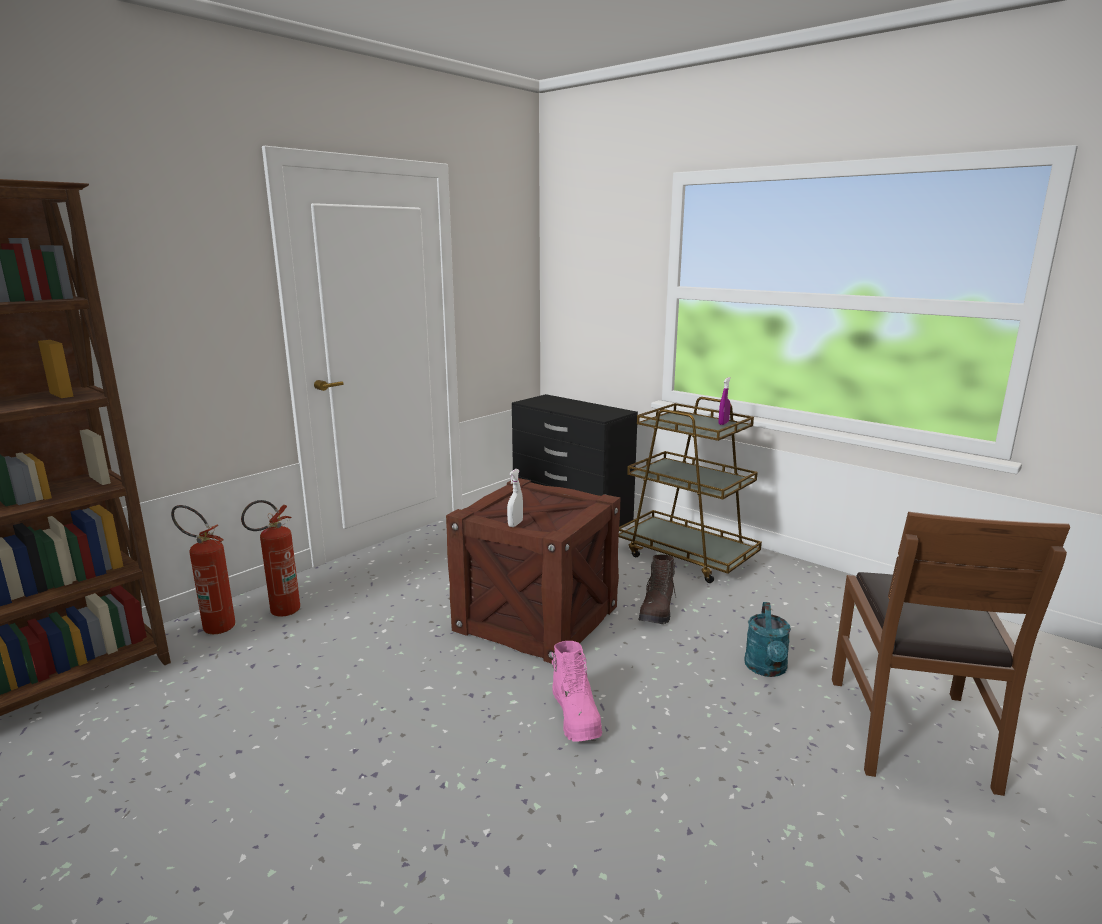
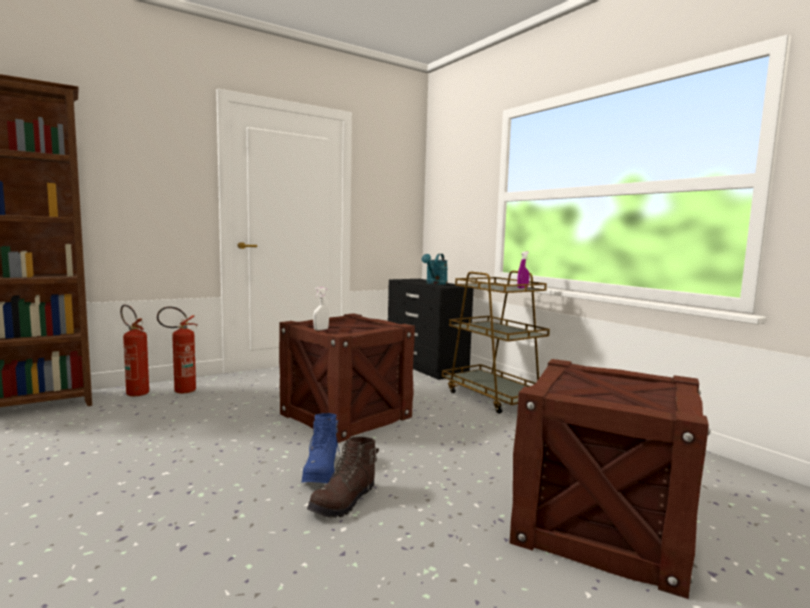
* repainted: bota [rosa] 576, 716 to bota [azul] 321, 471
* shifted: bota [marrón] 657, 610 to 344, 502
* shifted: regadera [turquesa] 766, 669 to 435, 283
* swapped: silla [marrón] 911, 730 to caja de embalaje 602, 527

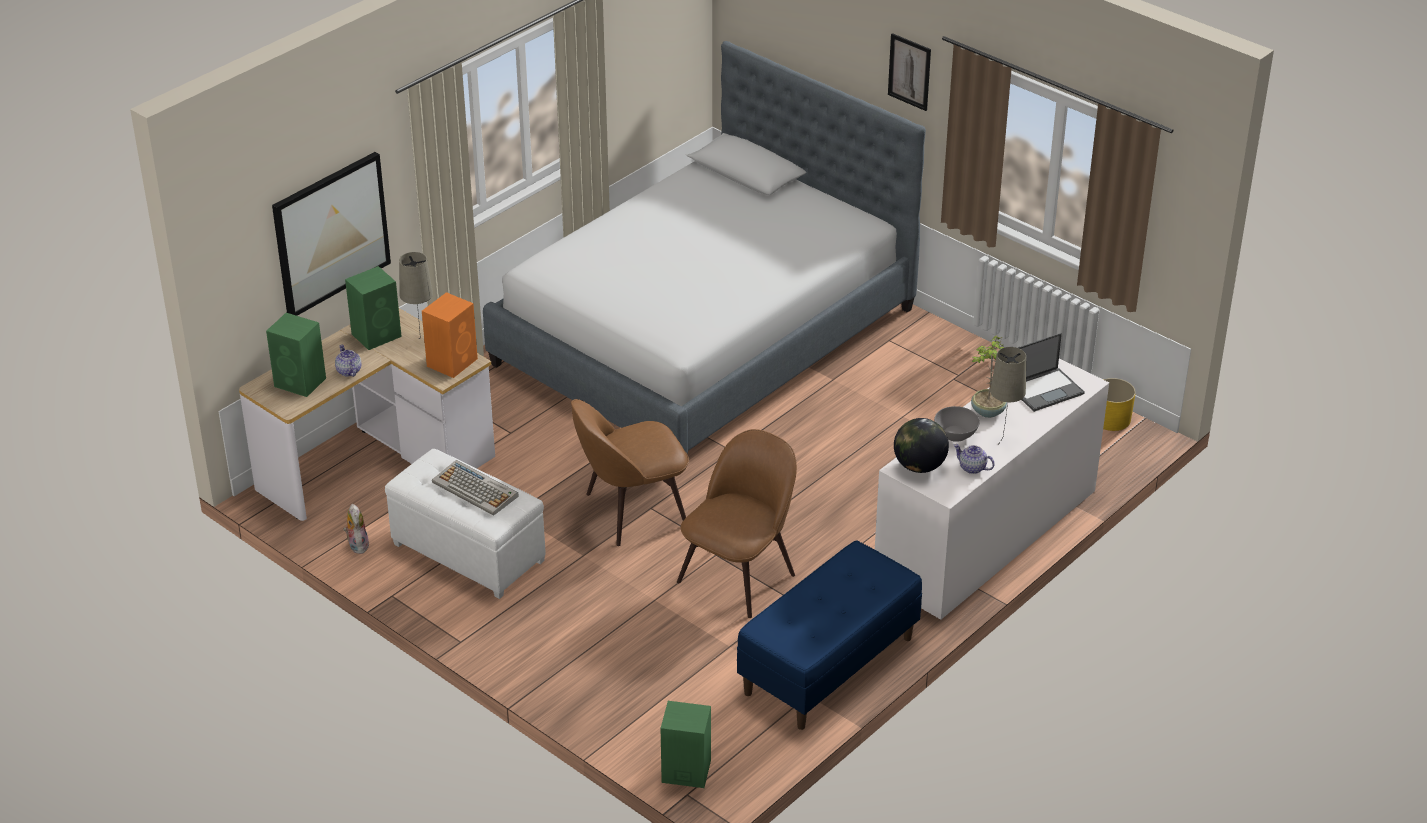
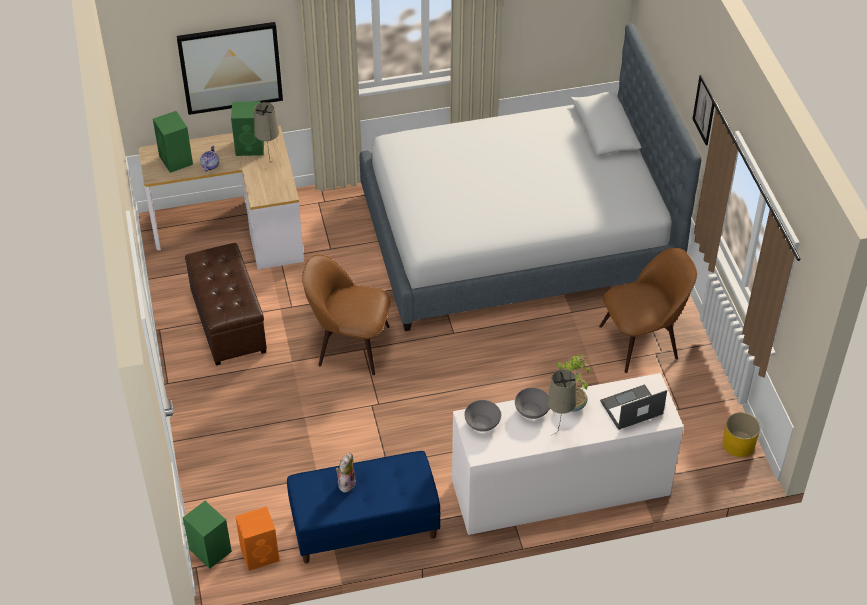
* repainted: puf [blanco] 469, 552 to puf [marrón] 229, 322
* shifted: altavoz [naranja] 453, 362 to 261, 554
* shifted: peluche 357, 545 to 346, 482
* swapped: globo terráqueo 919, 466 to cuenco [gris] 482, 423
* shifted: silla [marrón] 739, 575 to 642, 341
* rotated: portátil 1045, 389 = 631, 408 150 degrees clockwise
* gone: teclado 476, 489
* gone: tetera 972, 468

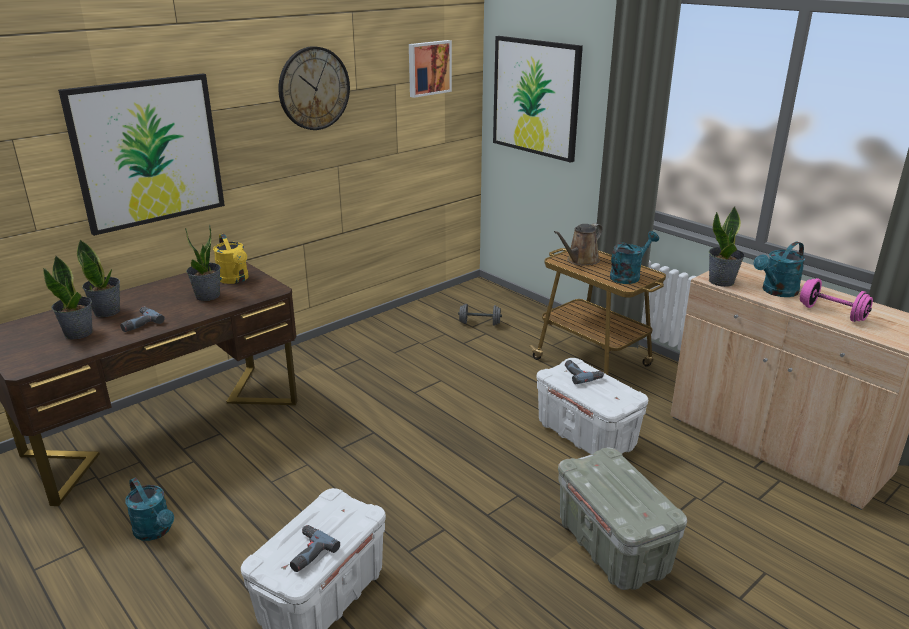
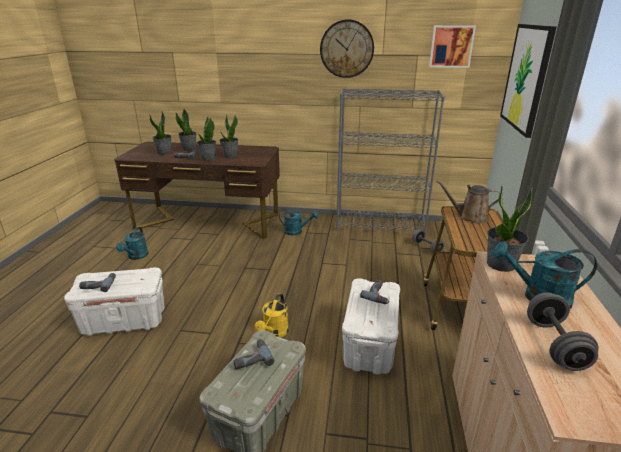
* new: planta en maceta 208, 159
* new: taladro 251, 358
* shifted: regadera [amarillo] 235, 279 to 274, 333
* shifted: regadera [turquesa] 628, 276 to 296, 231
* new: estantería [gris] 380, 225
* repainted: mancuerna [rosa] 832, 313 to mancuerna [gris] 554, 345
* gone: cuadro 147, 152

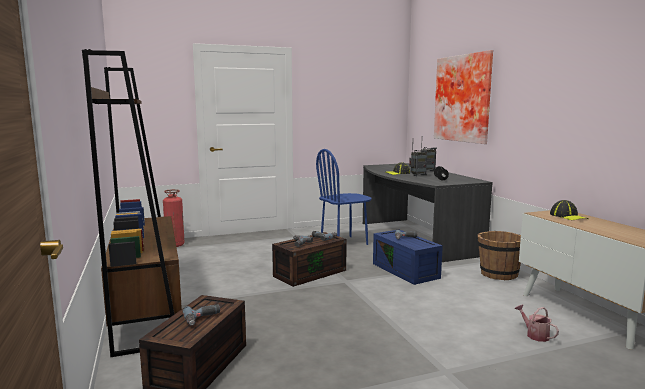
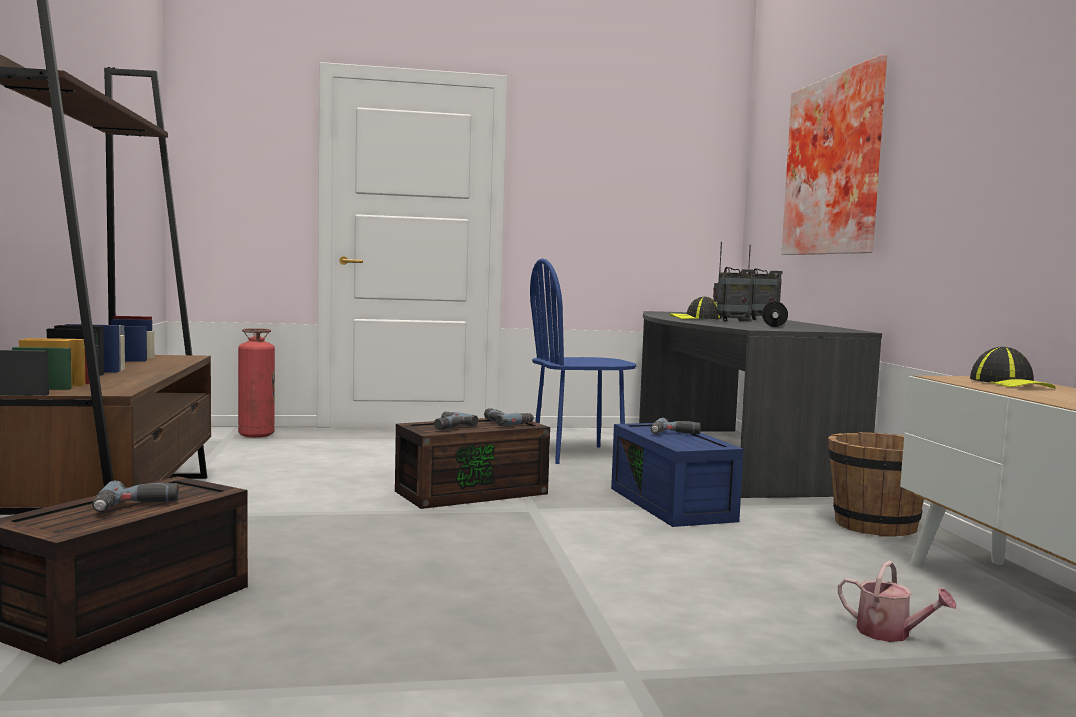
* rotated: regadera 535, 335 = 890, 634 150 degrees clockwise

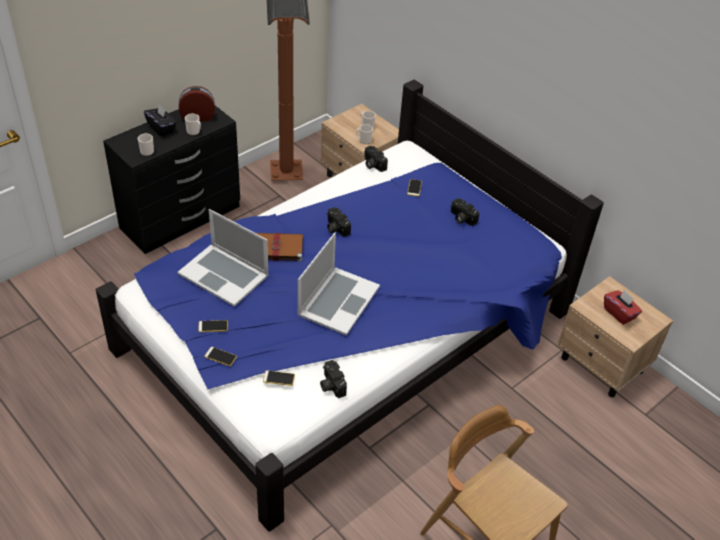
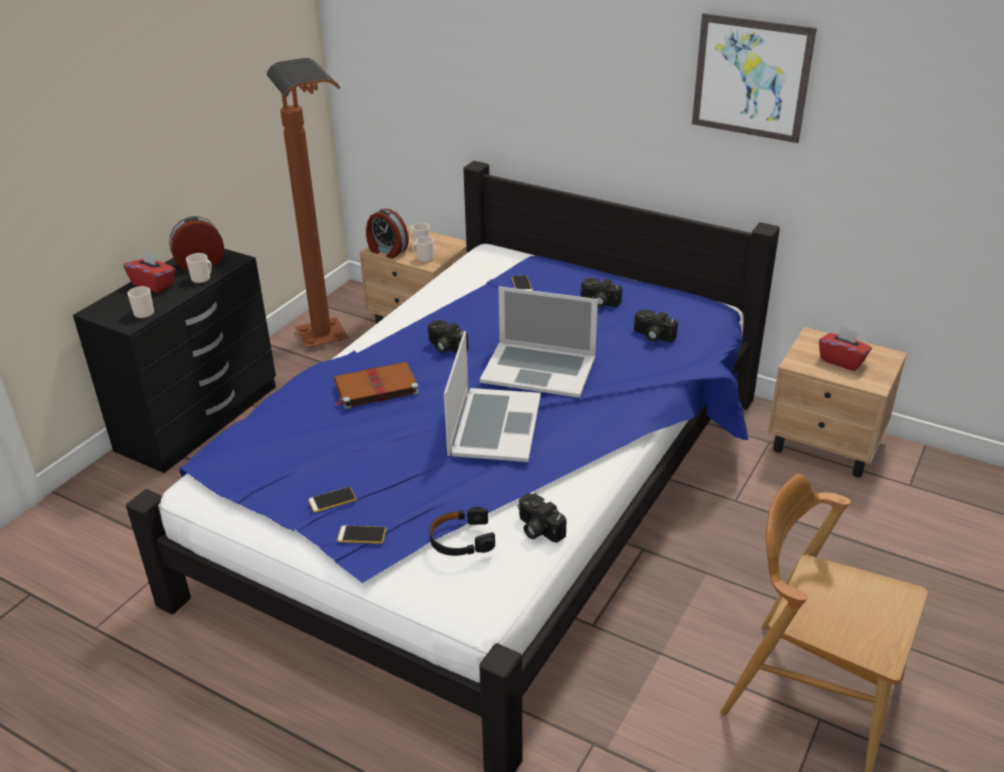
* repainted: caja de pañuelos [negro] 161, 128 to caja de pañuelos [rojo] 153, 284
* new: despertador 387, 251
* swapped: móvil 279, 378 to auriculares [negro] 461, 539
* shifted: portátil 224, 274 to 539, 369
* shifted: cámara 372, 164 to 652, 336
* new: cuadro 751, 78

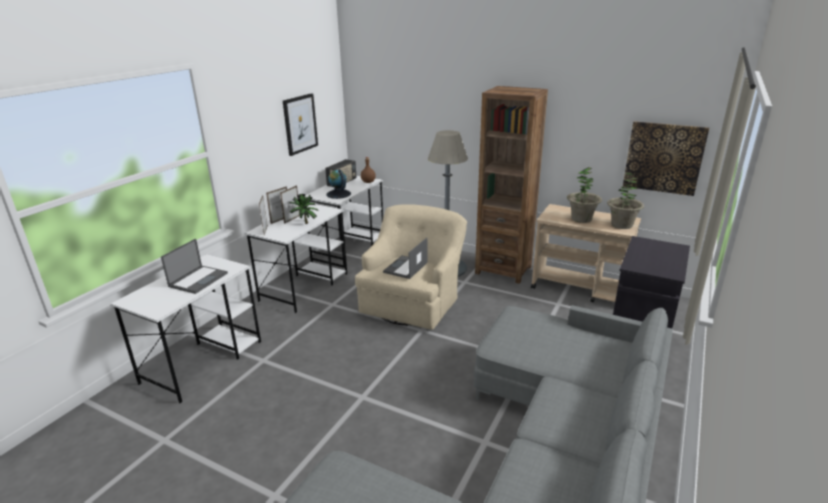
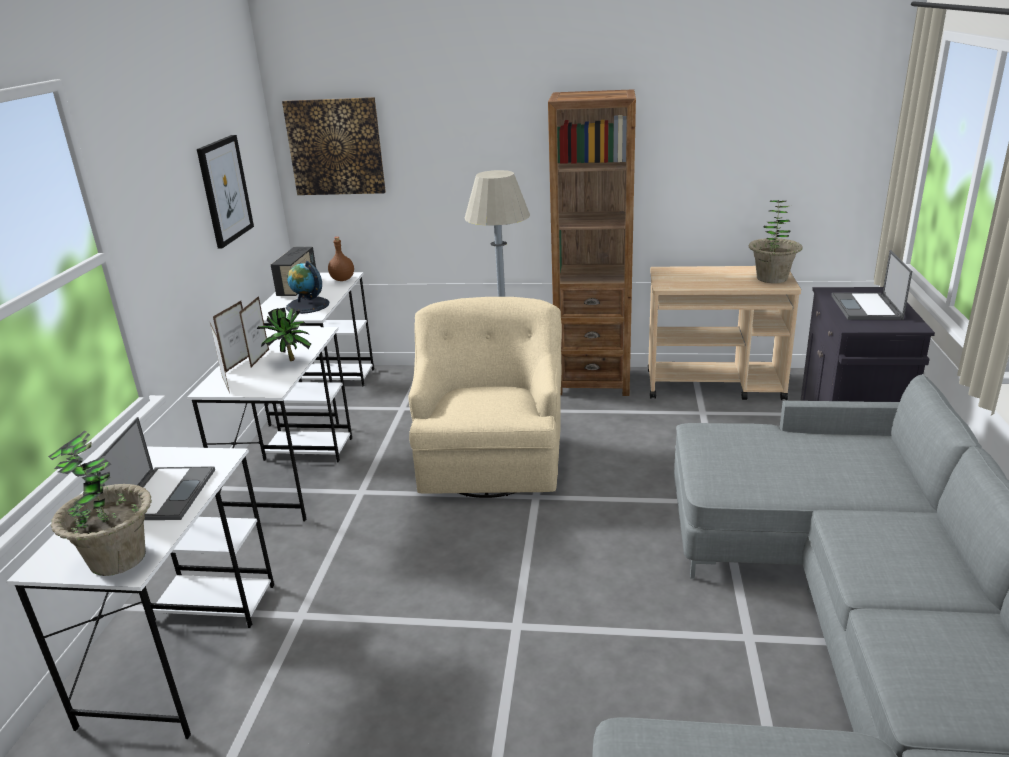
* shifted: planta en maceta 581, 219 to 117, 558
* shifted: cuadro 663, 158 to 335, 147
* shifted: portátil 405, 268 to 866, 307

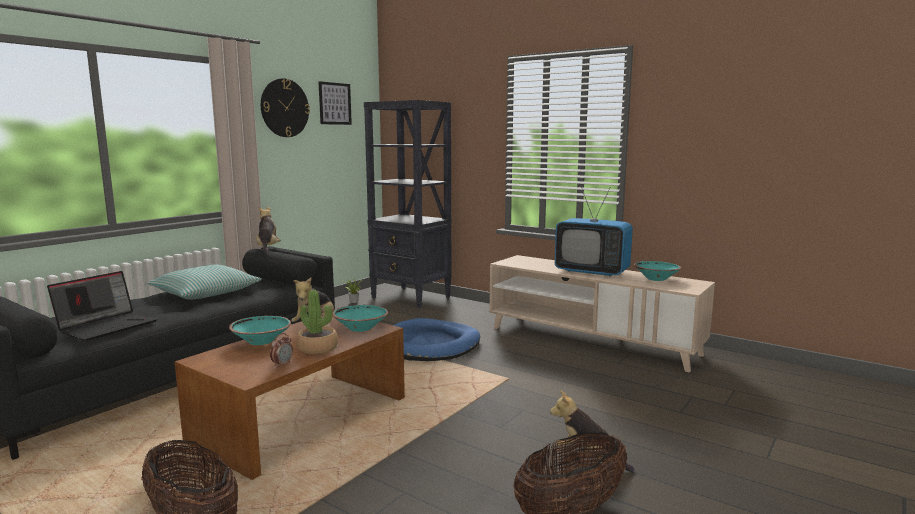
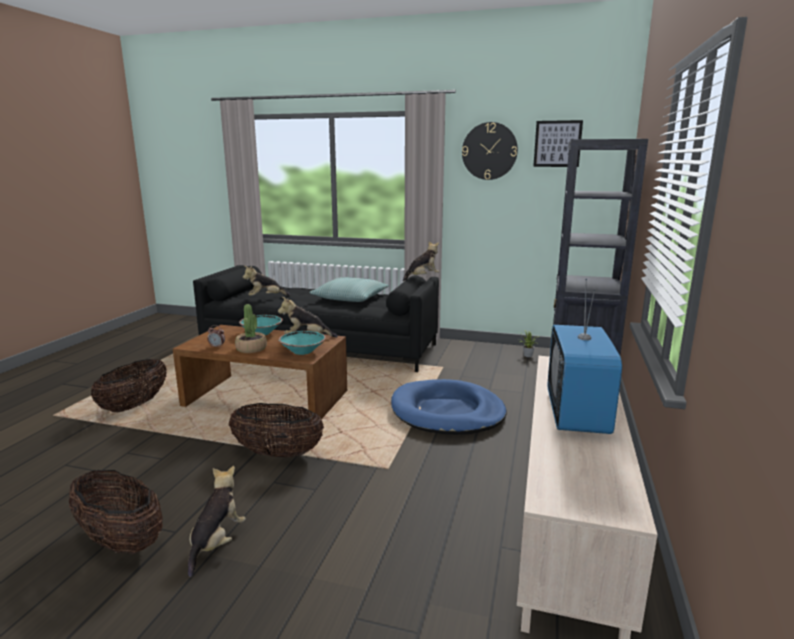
* new: cesta 278, 453
* swapped: portátil 107, 326 to peluche 266, 297
* gone: cuenco [turquesa] 656, 279

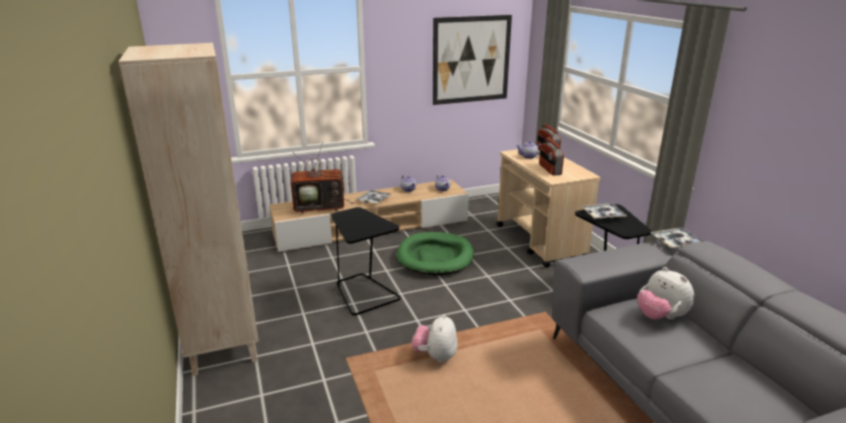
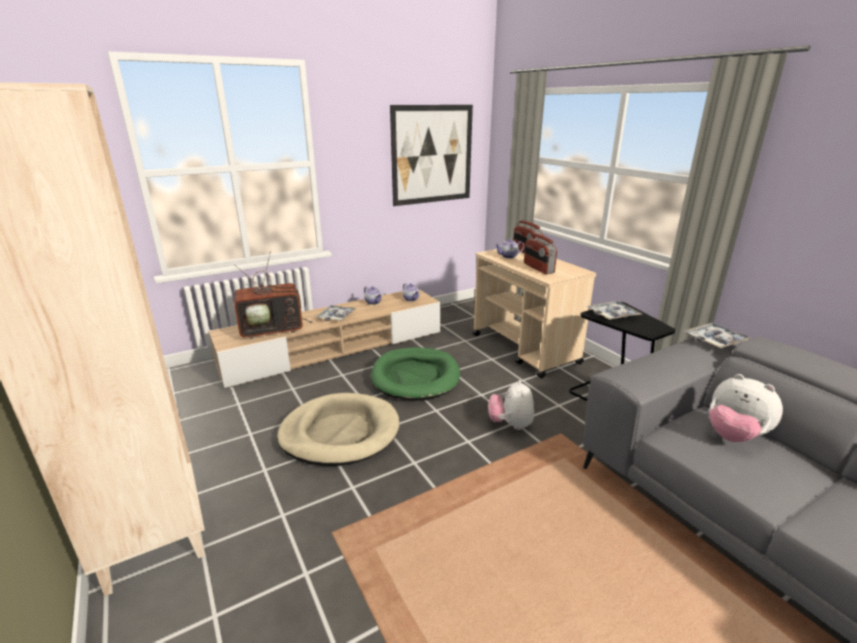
* swapped: mesa auxiliar [negro] 364, 293 to cama para perro [beis] 340, 433
* shifted: peluche 435, 356 to 510, 424

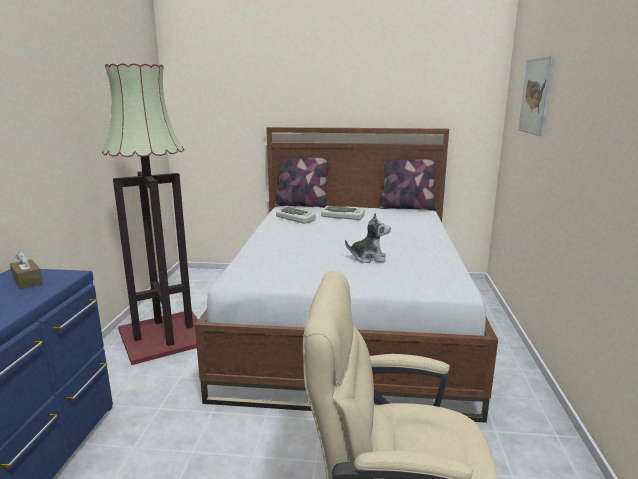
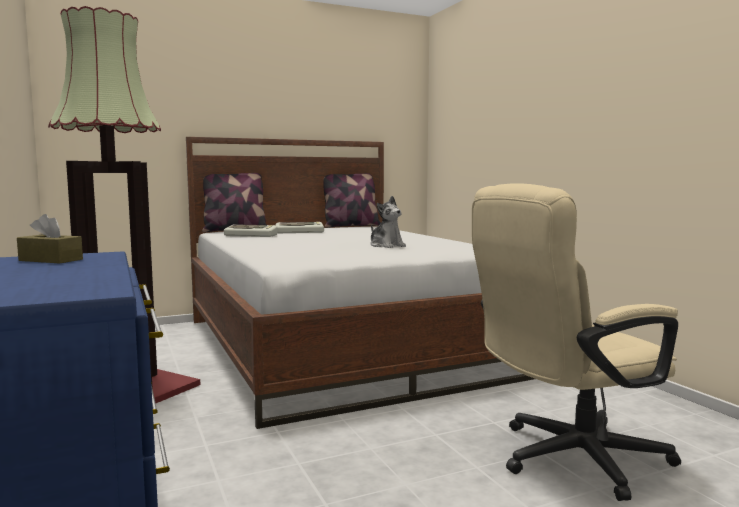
* rotated: peluche 368, 258 = 386, 246 75 degrees clockwise
* gone: cuadro 535, 96

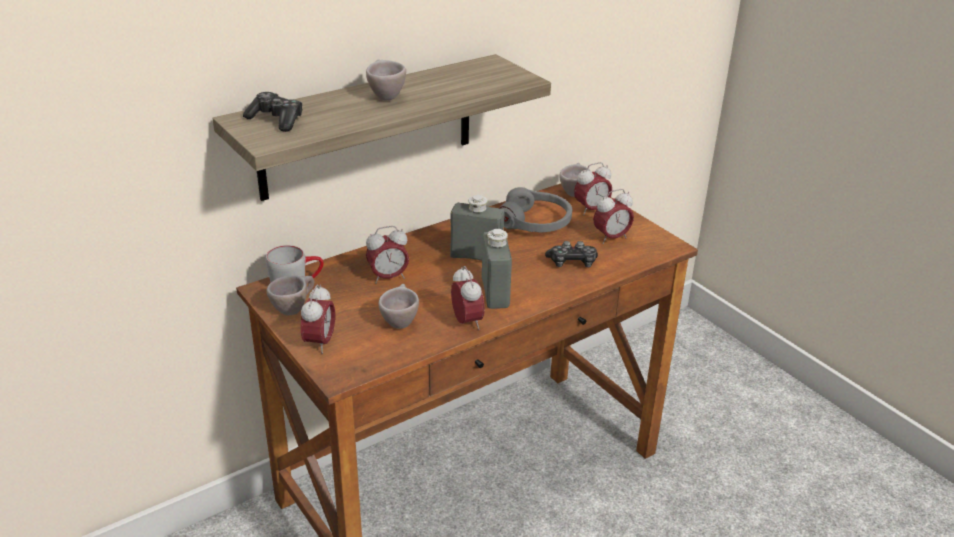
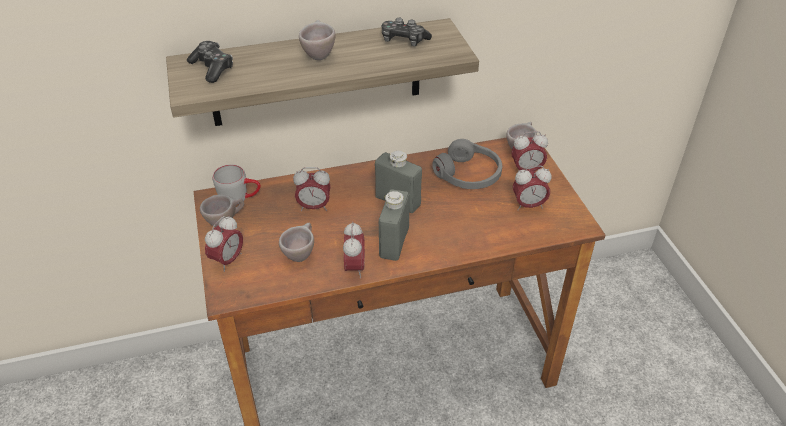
* shifted: mando de consola 572, 263 to 403, 40

